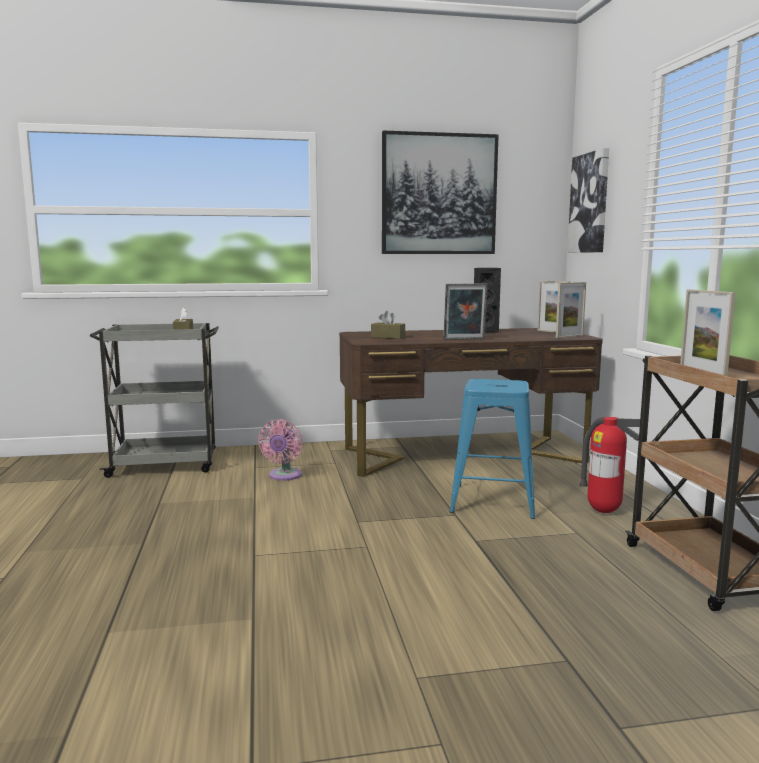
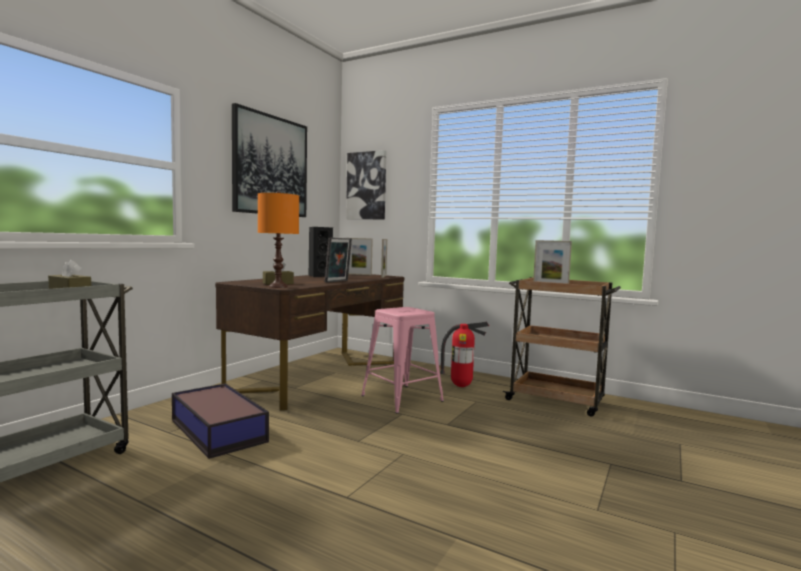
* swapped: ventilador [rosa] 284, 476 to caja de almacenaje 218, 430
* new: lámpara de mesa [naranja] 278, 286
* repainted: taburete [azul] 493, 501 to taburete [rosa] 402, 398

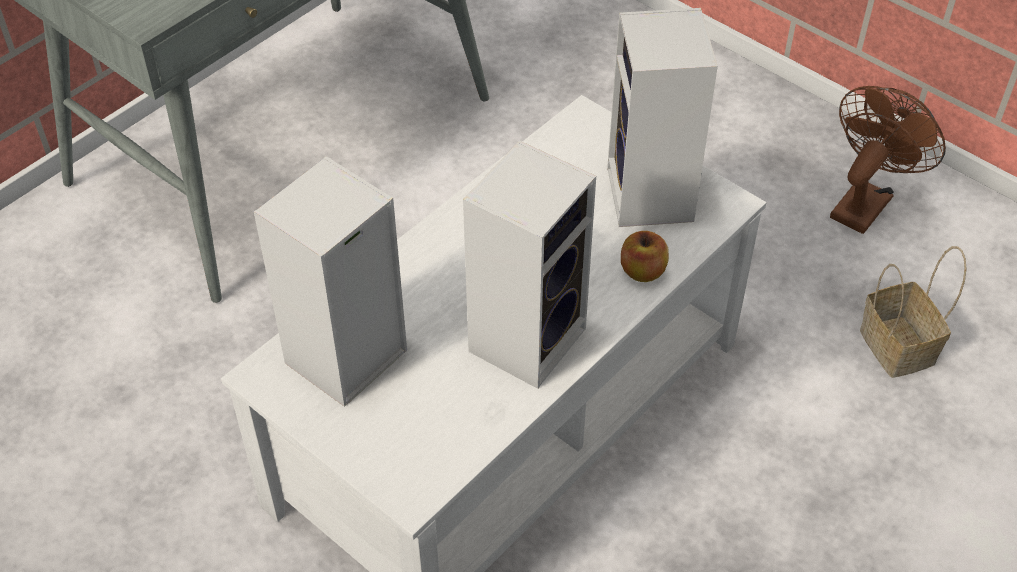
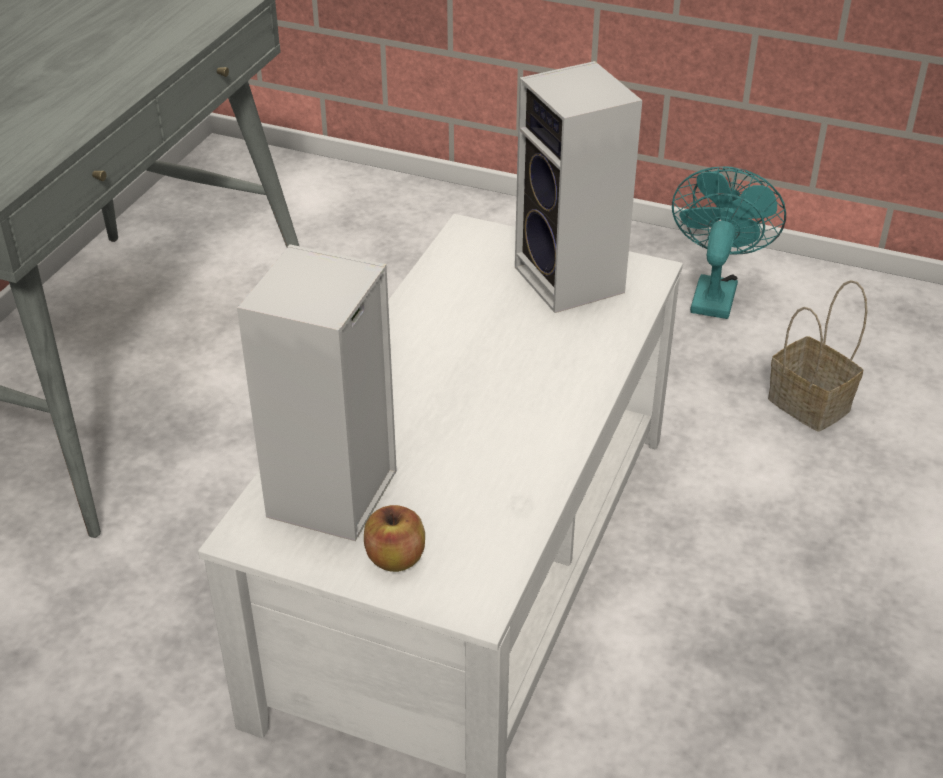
* shifted: manzana 642, 271 to 395, 558
* repainted: ventilador [marrón] 865, 201 to ventilador [turquesa] 714, 292
* gone: altavoz 528, 336

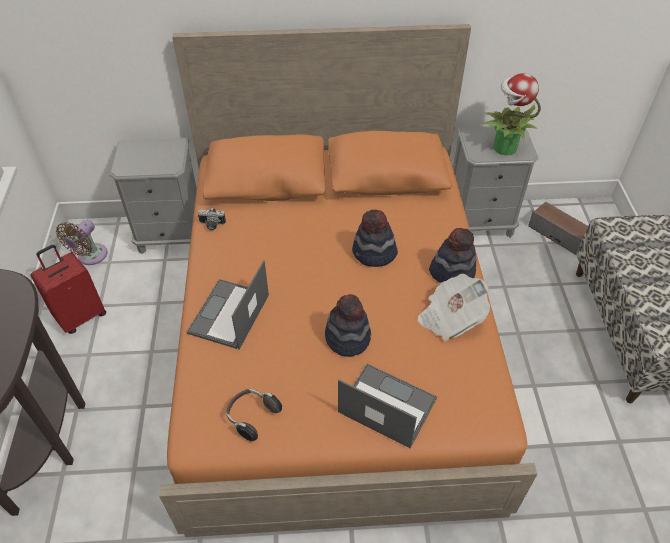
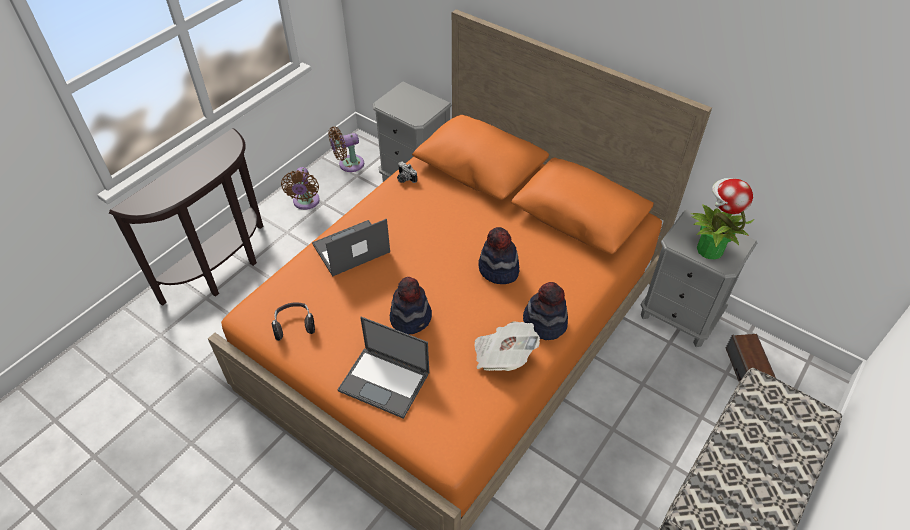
* swapped: maleta [rojo] 80, 316 to ventilador [marrón] 306, 202
* rotated: portátil 386, 405 = 385, 381 135 degrees clockwise

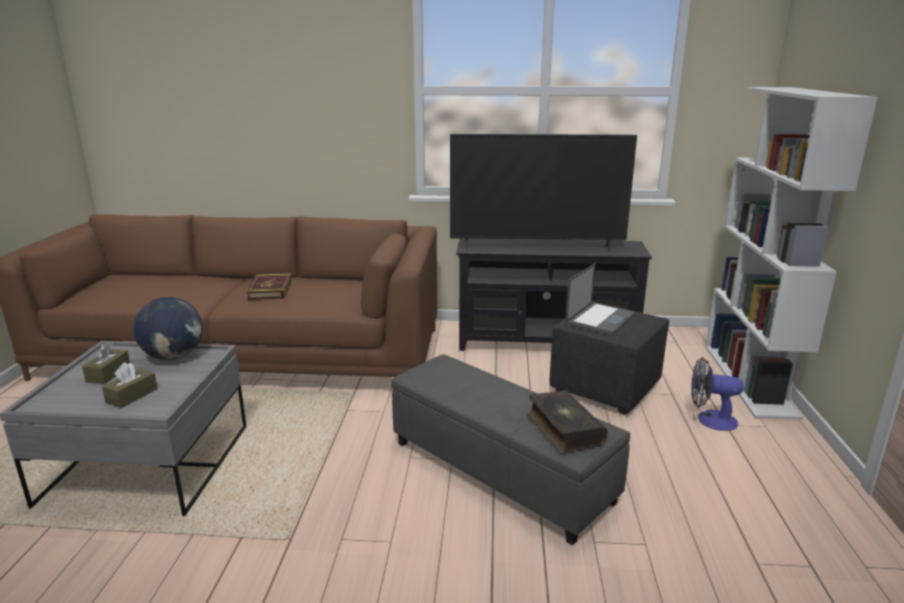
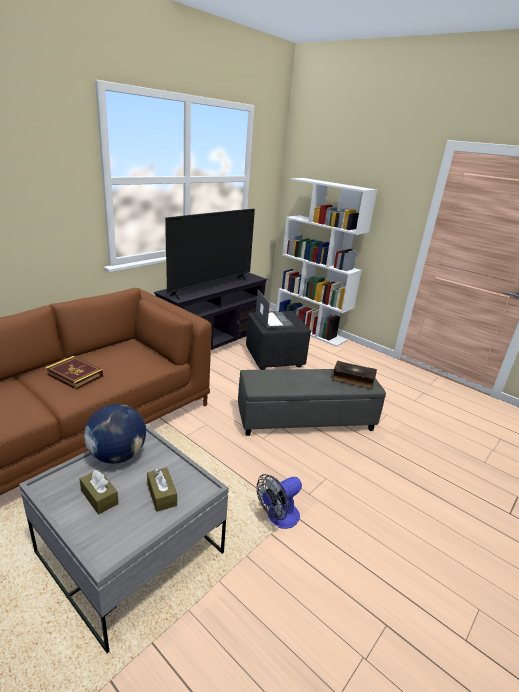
* shifted: ventilador 709, 420 to 278, 518

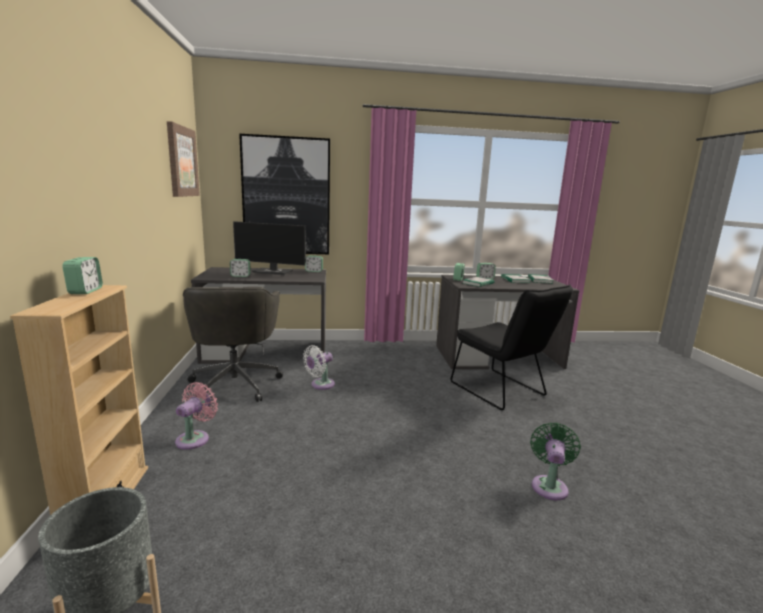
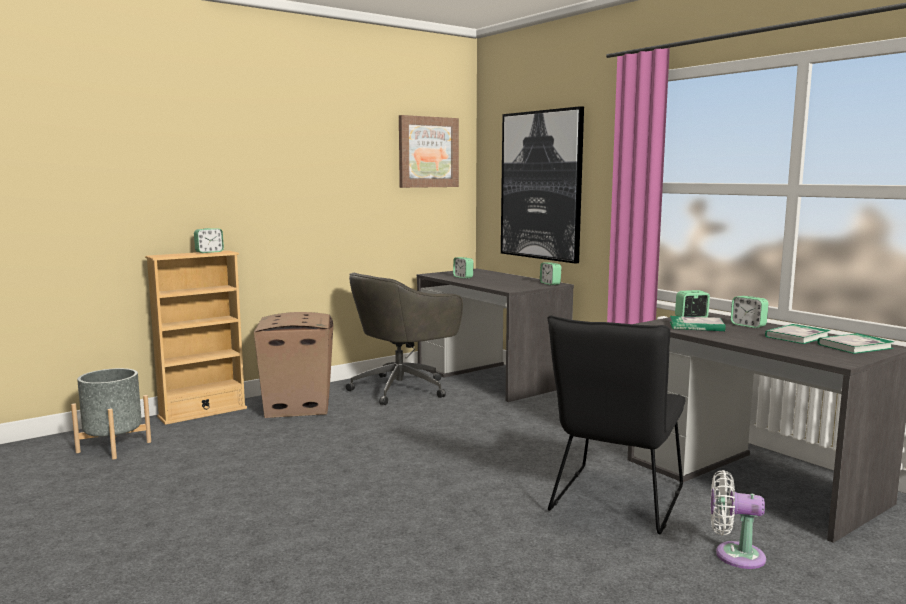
* swapped: ventilador [rosa] 195, 438 to caja de cartón 297, 406
* shifted: ventilador [blanco] 320, 385 to 734, 555
* gone: monitor 273, 271
* gone: ventilador [verde] 549, 485

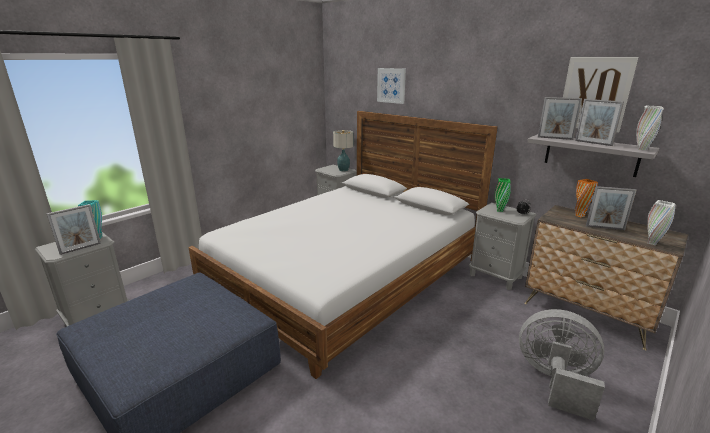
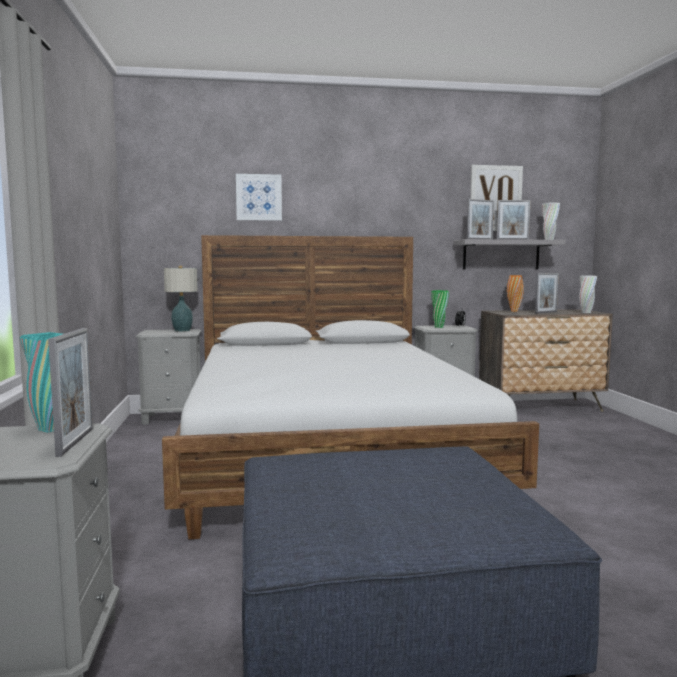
* gone: ventilador [gris] 555, 381

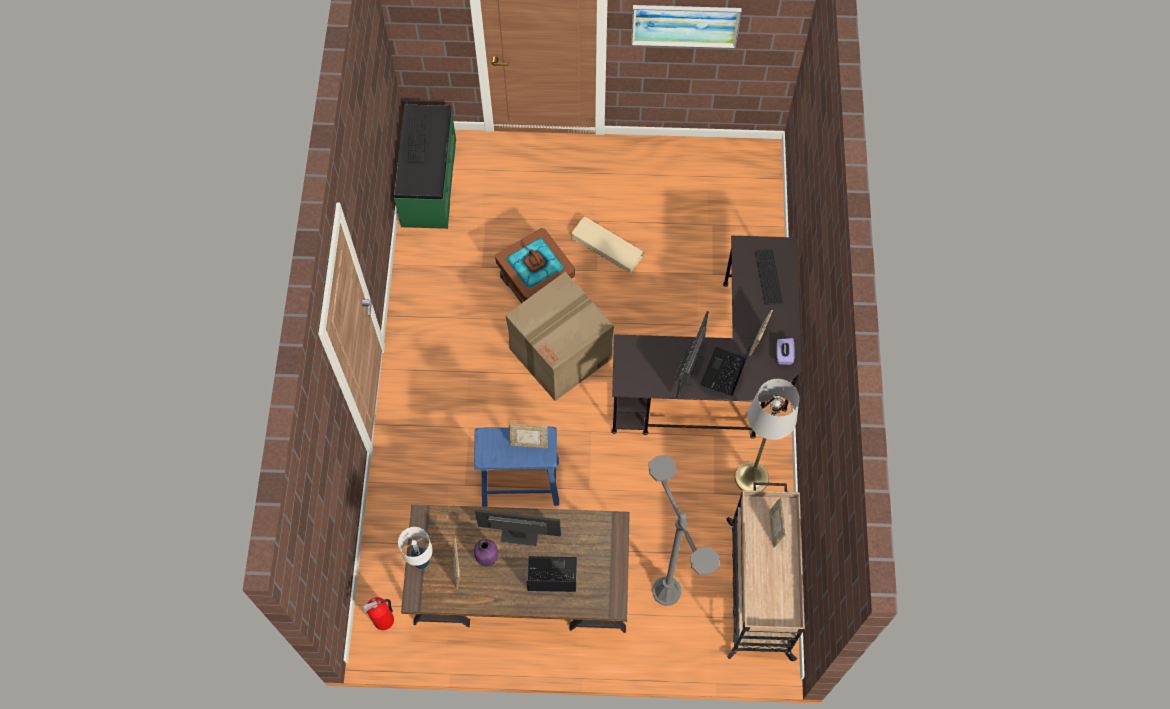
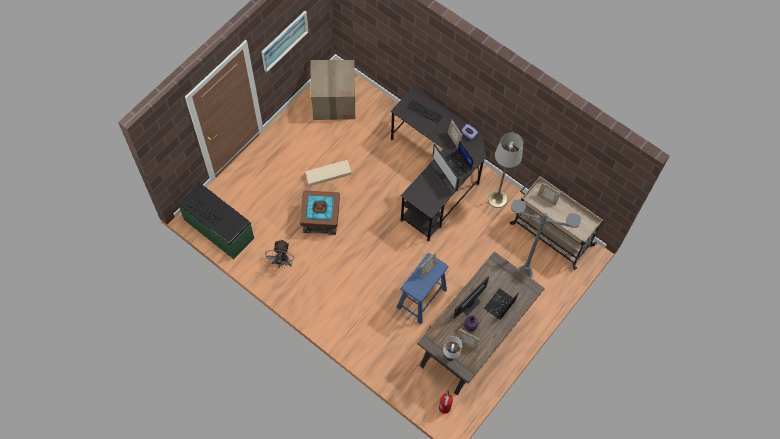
* new: ventilador [gris] 281, 263
* shifted: caja de cartón 561, 353 to 334, 101

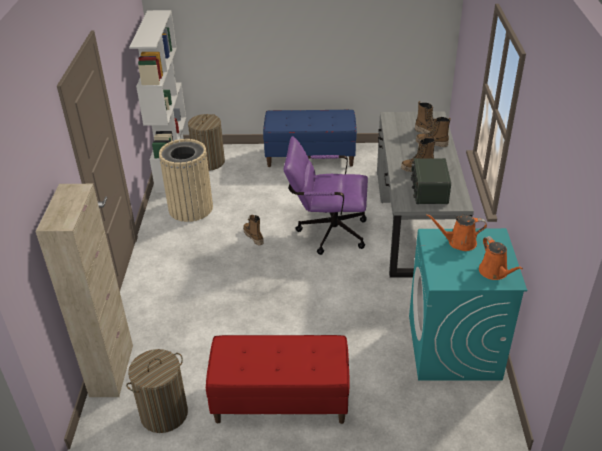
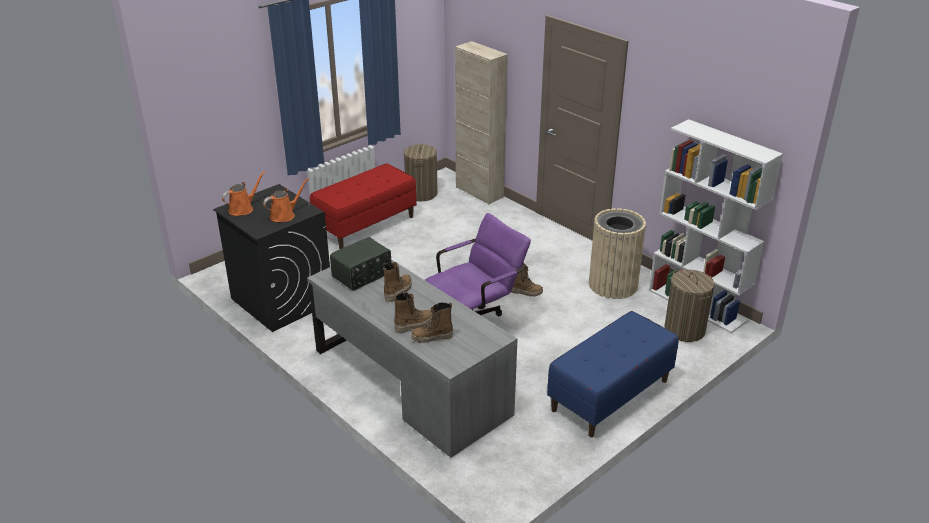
* repainted: lavadora [turquesa] 454, 347 to lavadora [negro] 281, 300
* rotated: regadera [naranja] 495, 272 = 243, 209 105 degrees clockwise
* rotated: radio 428, 191 = 362, 275 90 degrees clockwise

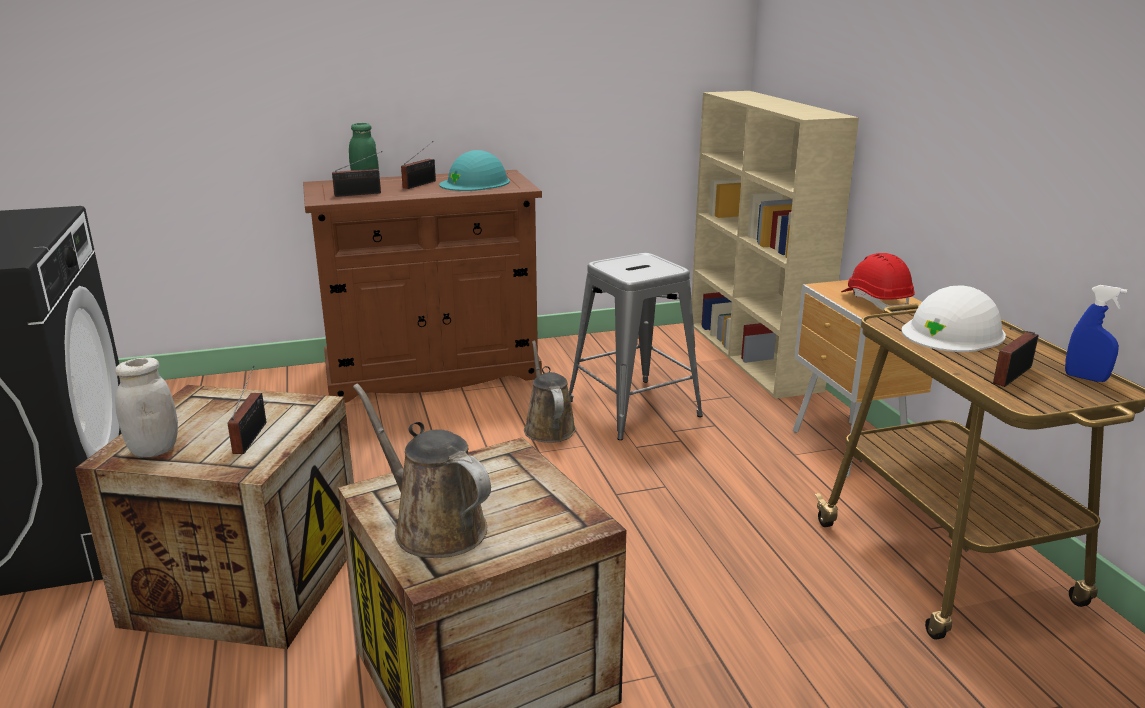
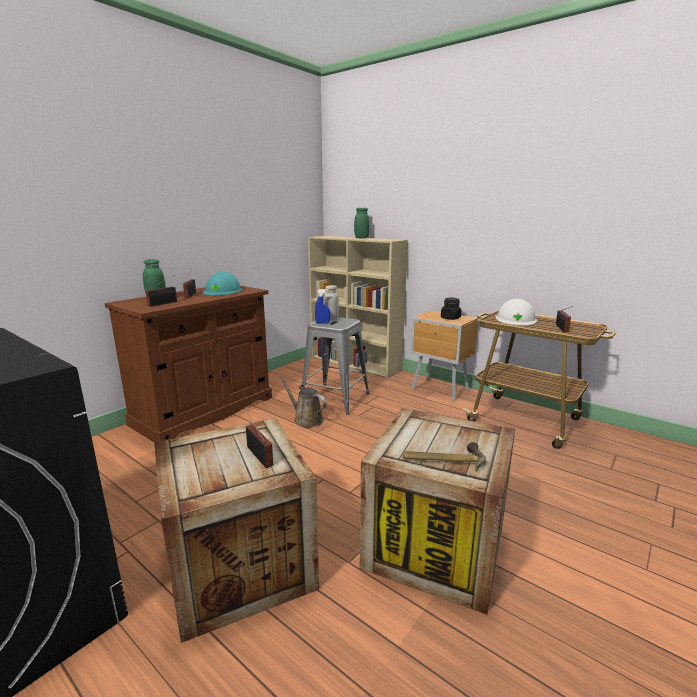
* shifted: pulverizador [azul] 1085, 378 to 322, 323
* shifted: tarro [blanco] 154, 450 to 331, 319
* new: tarro [verde] 361, 238
* swapped: regadera [marrón] 433, 527 to martillo 443, 459
* swapped: casco [rojo] 876, 302 to tarro [negro] 450, 318

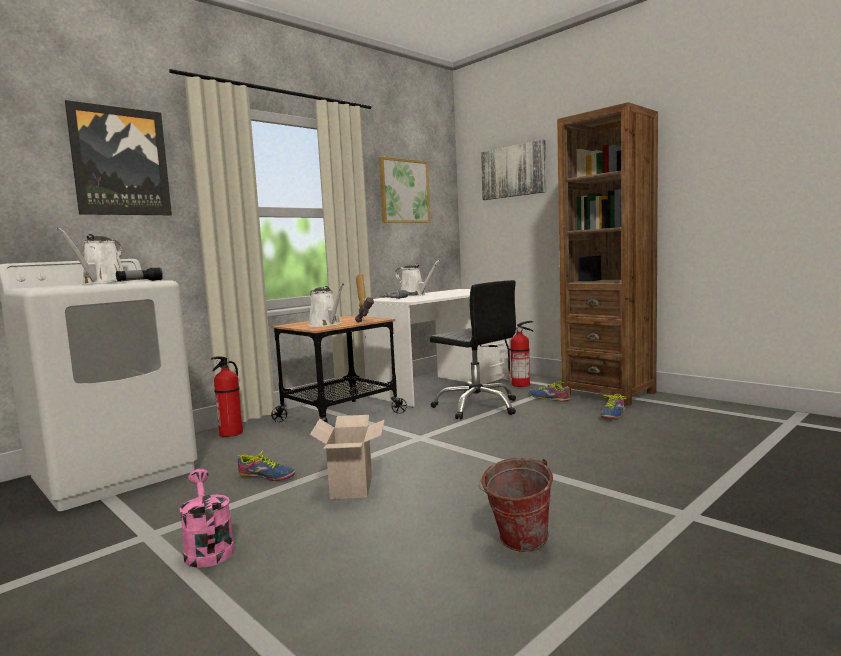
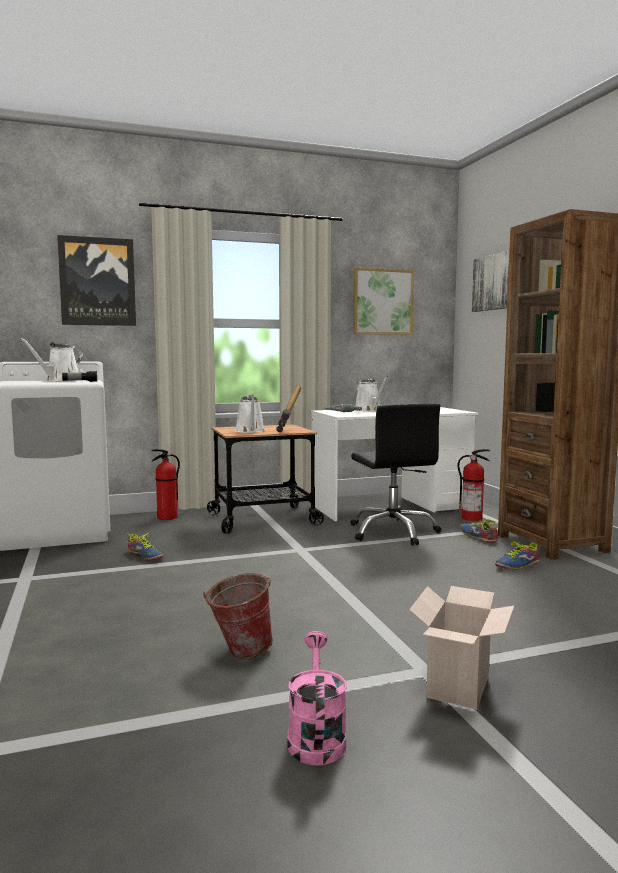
* shifted: regadera [rosa] 207, 549 to 315, 736
* shifted: caja de cartón 353, 488 to 460, 688

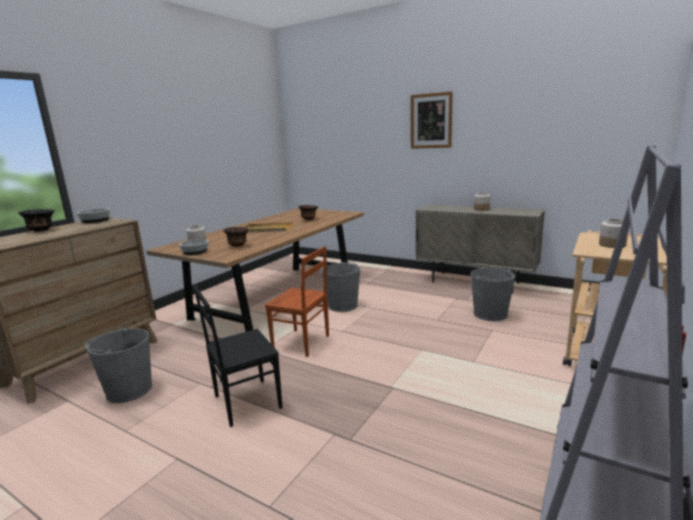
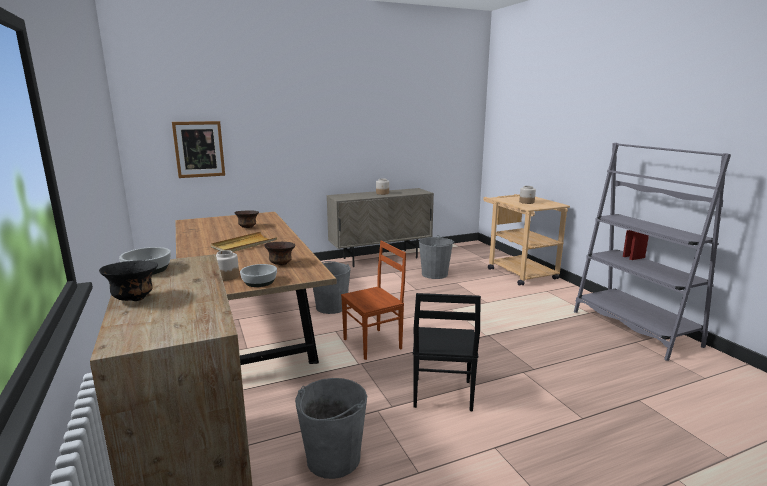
* shifted: cuadro 431, 121 to 199, 149

